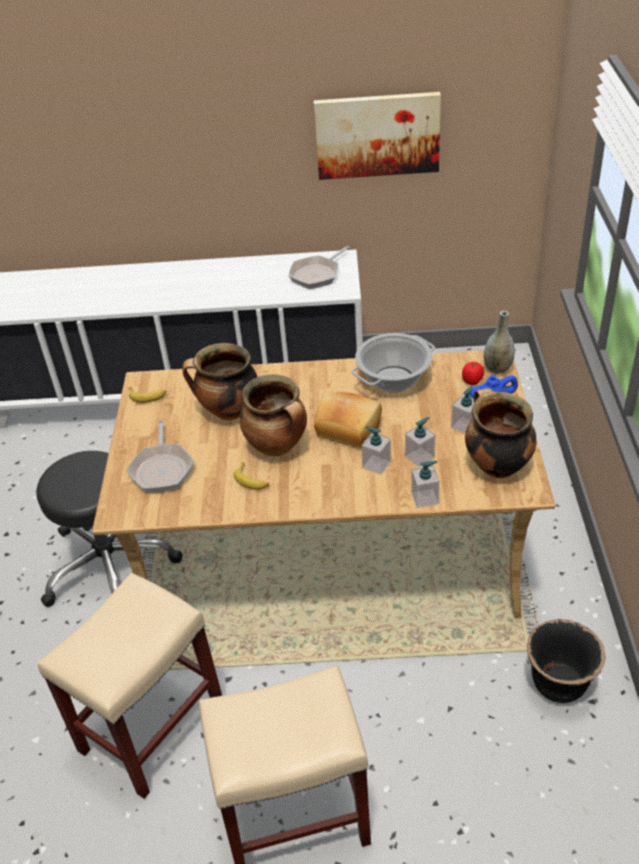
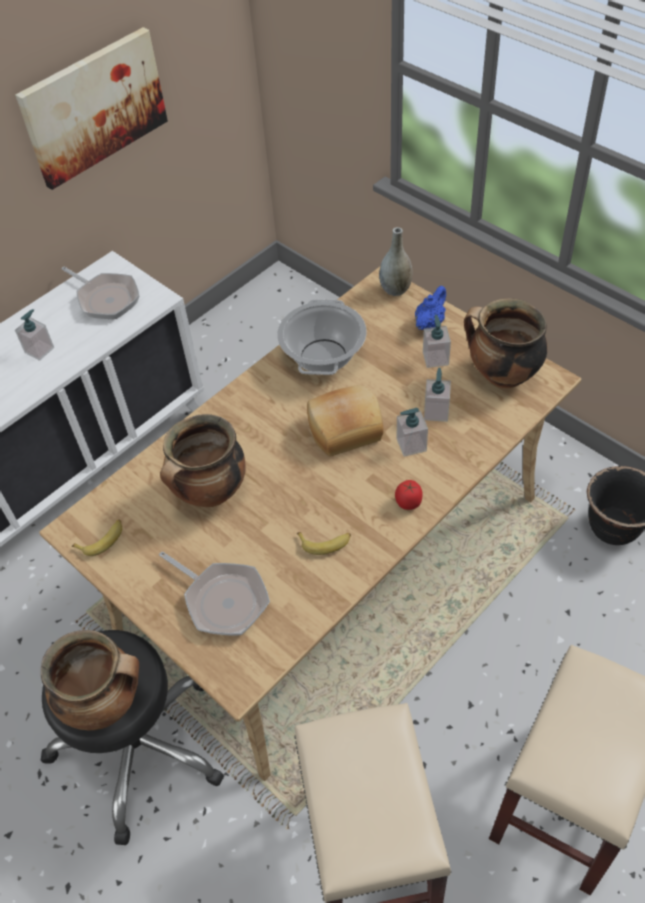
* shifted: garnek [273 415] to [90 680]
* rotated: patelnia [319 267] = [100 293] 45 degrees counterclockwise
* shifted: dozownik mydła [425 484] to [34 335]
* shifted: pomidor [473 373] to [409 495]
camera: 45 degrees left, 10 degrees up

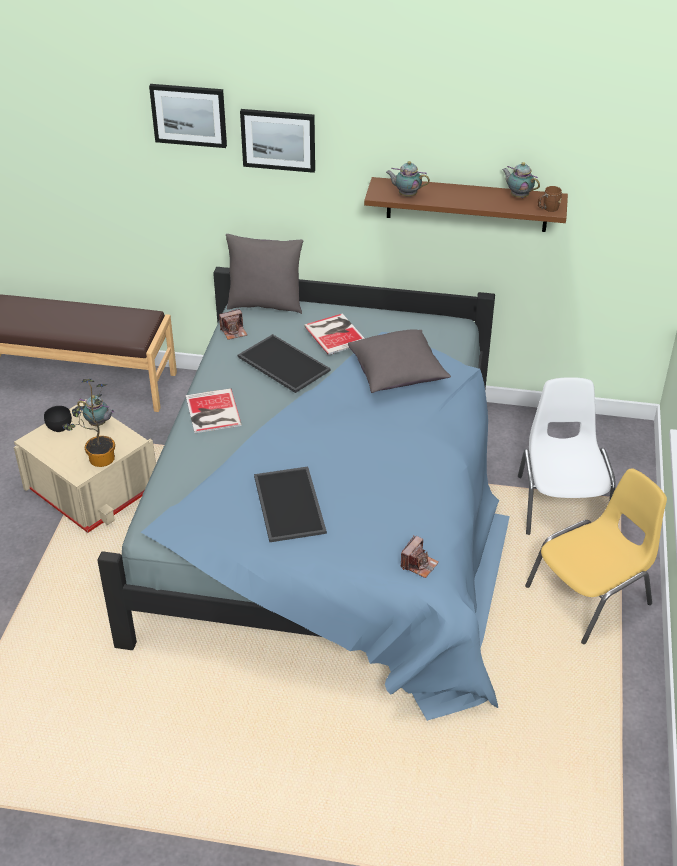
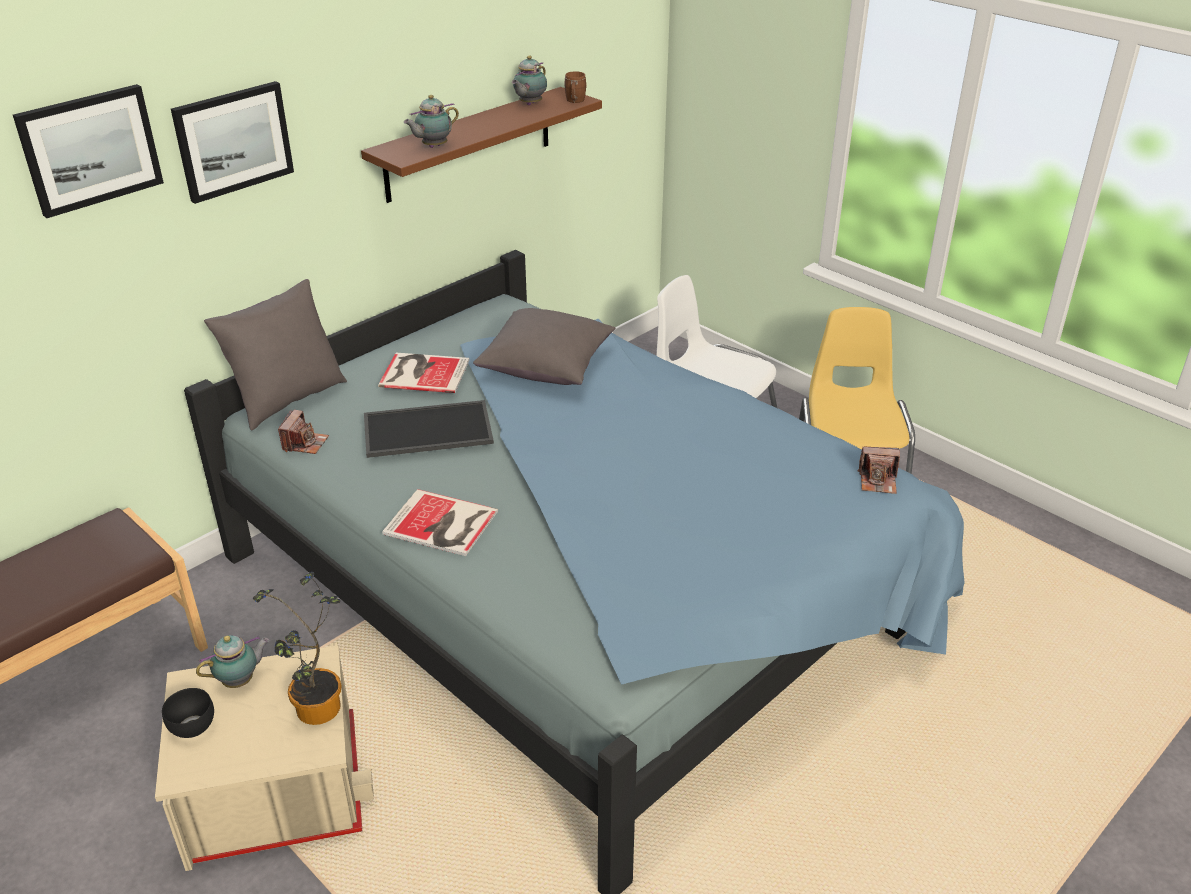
* gone: taca [290 504]
* rotated: aparat fotograficzny [420 557] = [878 470] 120 degrees clockwise
* rotated: imbryk [521 180] = [529 80] 45 degrees counterclockwise
camera: 55 degrees left, 5 degrees down

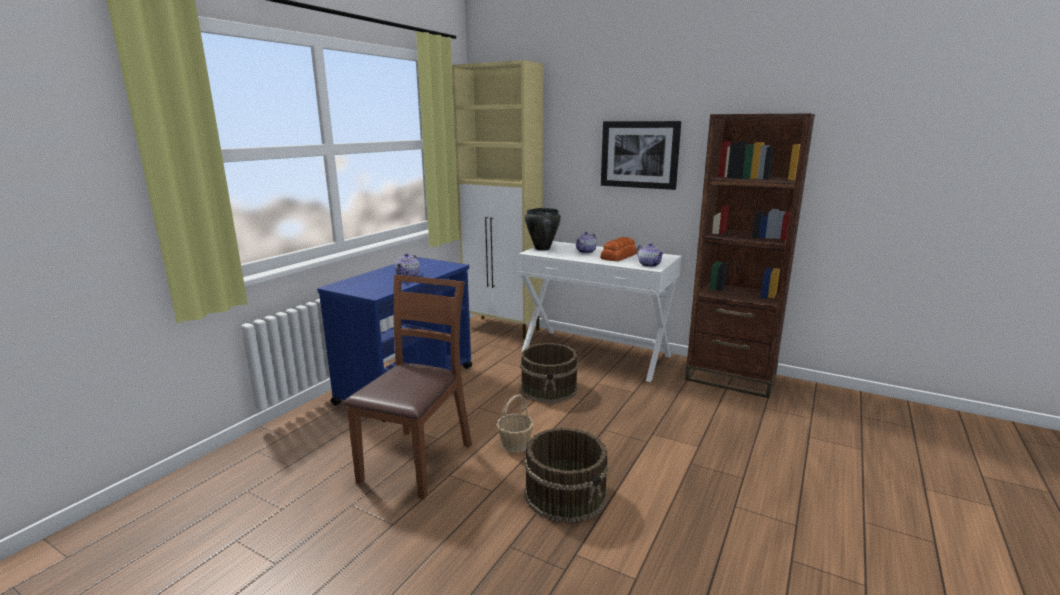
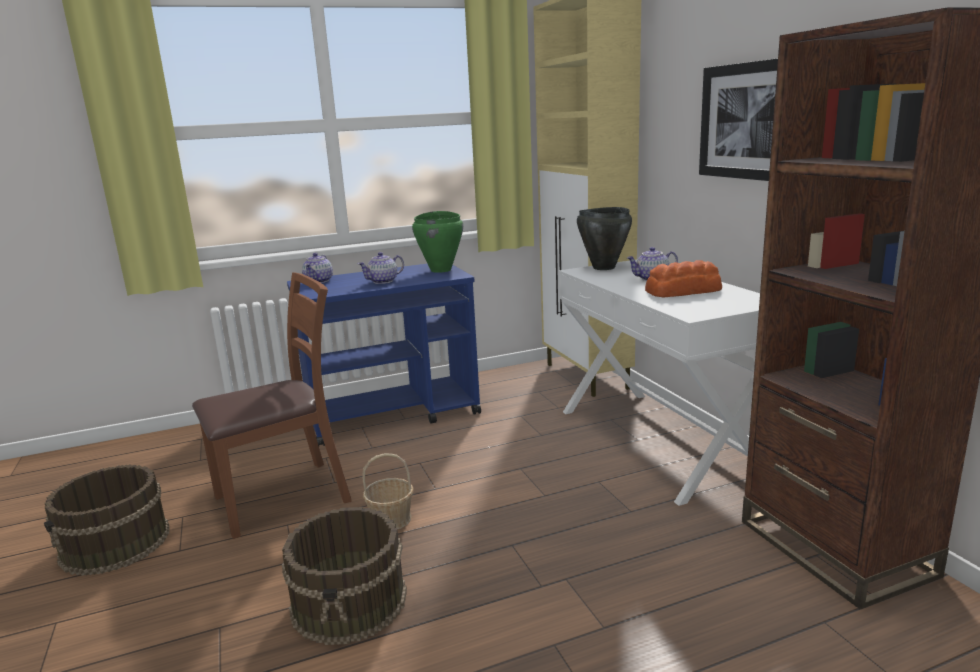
* shifted: wiadro [brązowy] [549 373] to [107 520]
* shifted: imbryk [650 255] to [317 268]
* new: garnek [zielony] [437 242]
camera: 40 degrees right, 0 degrees up

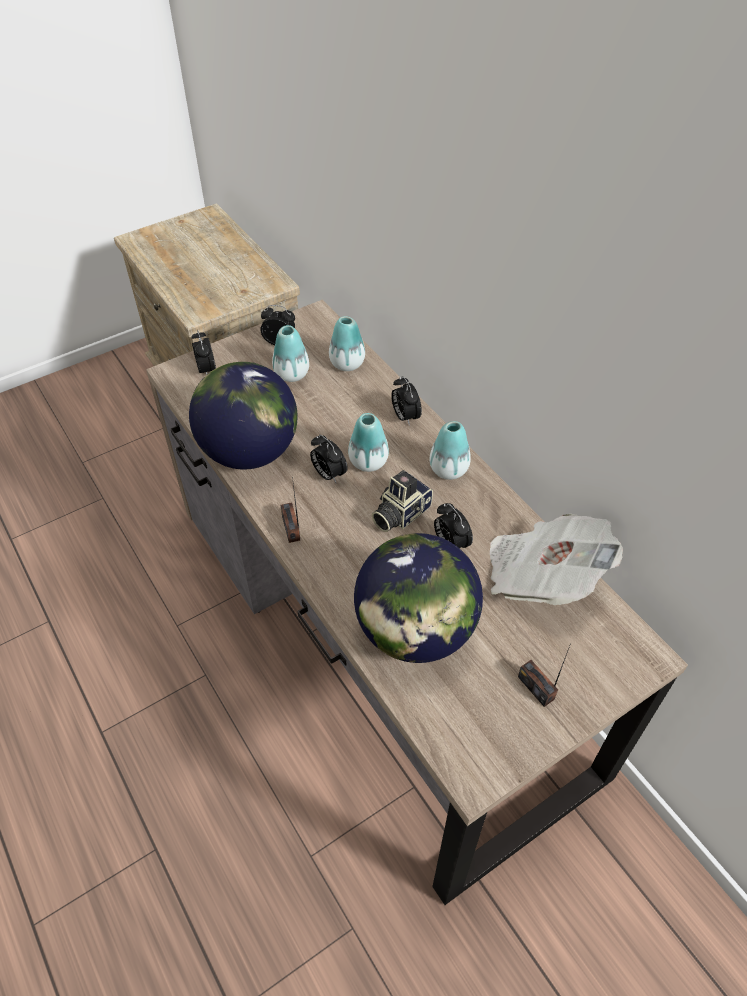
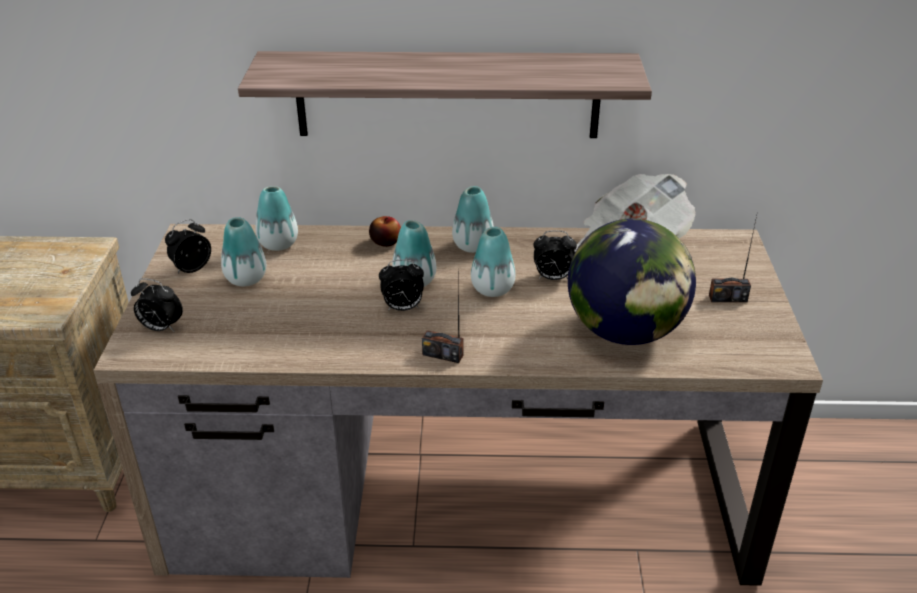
* gone: globus [243 415]
* swapped: aparat fotograficzny [402 501] to wazon [493 262]
* swapped: budzik [406 401] to jabłko [385 231]
* new: półka [445 94]
camera: 55 degrees left, 15 degrees down

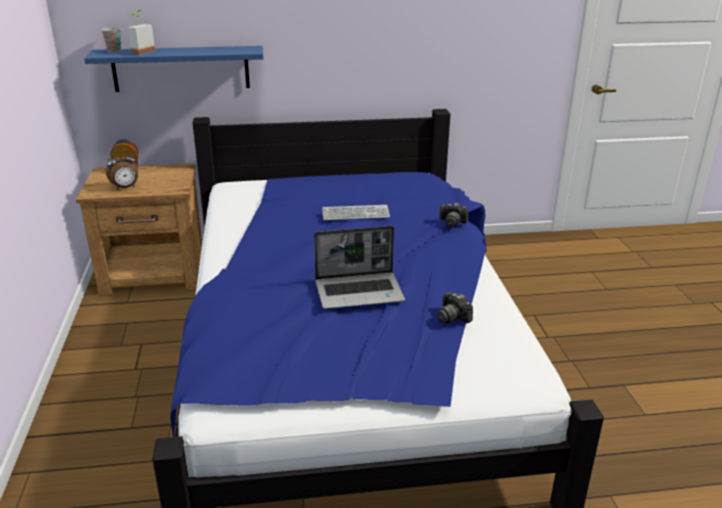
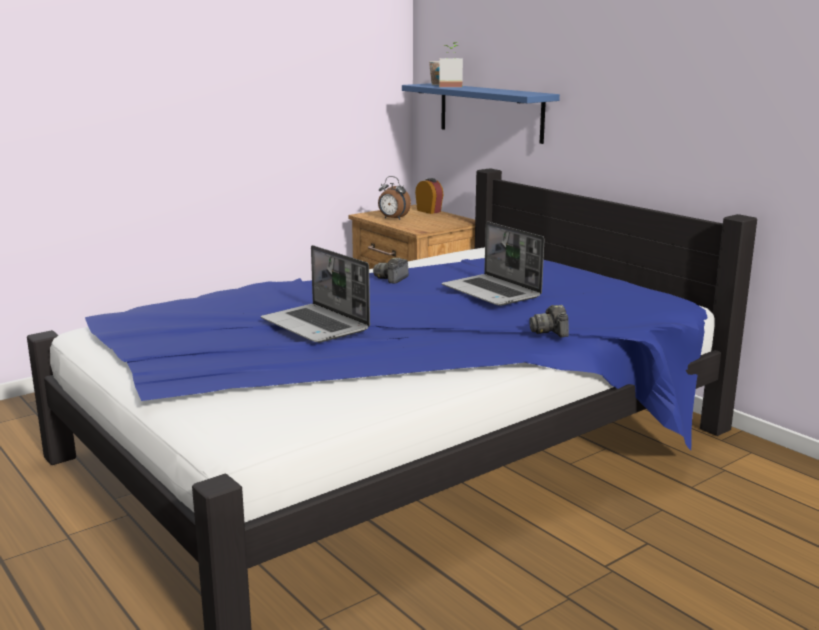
* swapped: klawiatura [356 212] to laptop [493 263]
* shifted: aparat fotograficzny [455 308] to [391 271]
camera: 60 degrees right, 10 degrees down

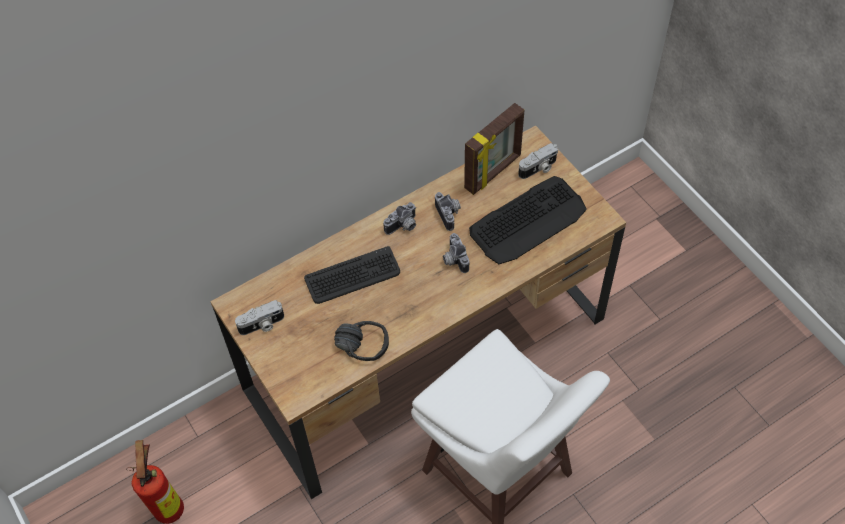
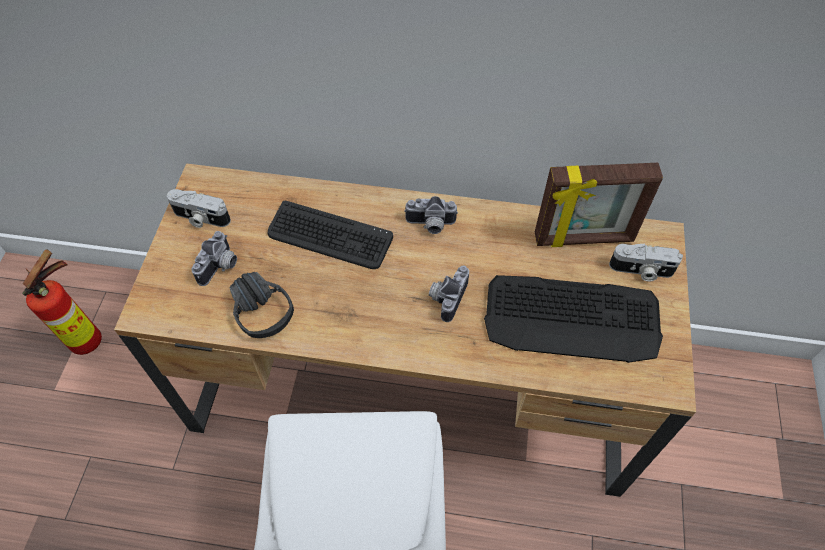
* shifted: aparat fotograficzny [448 211] to [214 258]
camera: 40 degrees right, 0 degrees up

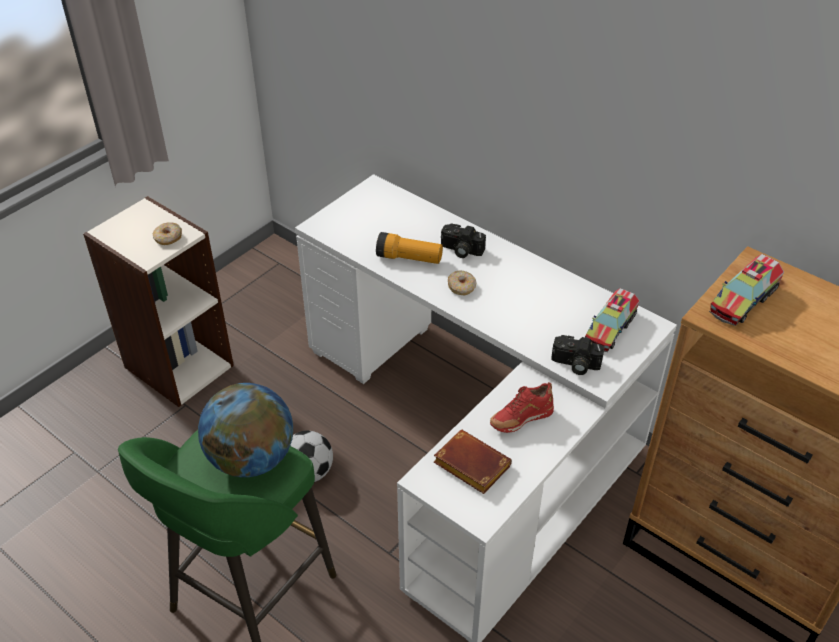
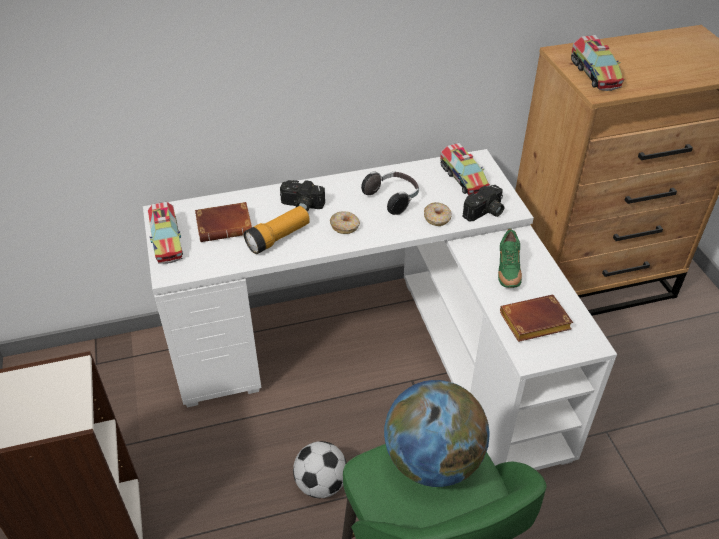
* shifted: donut [167 233] to [438 214]
* rotated: aparat fotograficzny [463 240] = [302 196] 45 degrees clockwise
* repainted: but [czerwony] [522 407] to but [zielony] [510 258]
* new: ciężarówka zabawkowa [165 233]
* new: książka [brązowy] [223 222]
* new: słuchawki [390 193]
camera: 55 degrees left, 0 degrees up

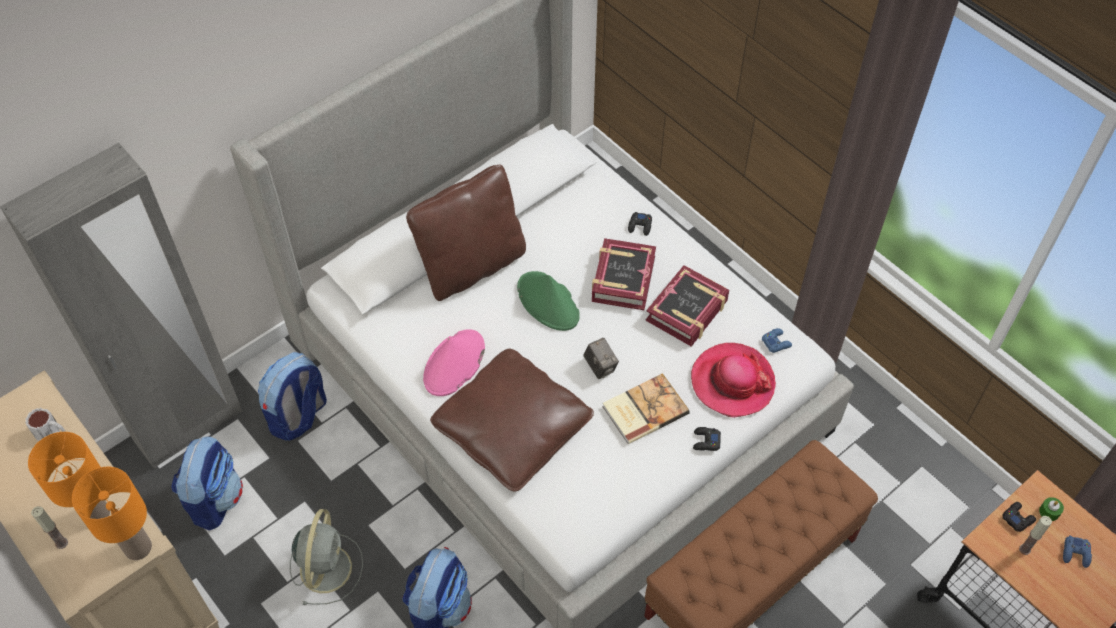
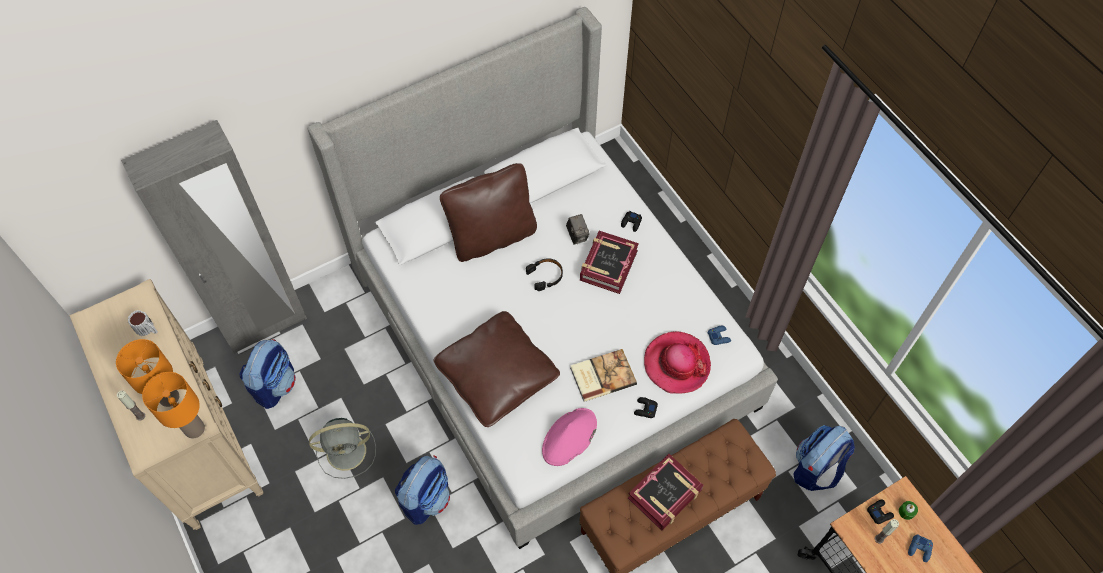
* shifted: plecak [292 396] to [824 458]
* rotated: wentylator [szary] [326 557] = [342 448] 60 degrees clockwise
* shifted: kapelusz [różowy] [454 362] to [569 437]
* swapped: kapelusz [zielony] [548 301] to słuchawki [czarny] [544 274]
* shifted: aparat fotograficzny [601 358] to [578 229]
* shifted: książka [687 306] to [665 492]
camera: 10 degrees right, 5 degrees up

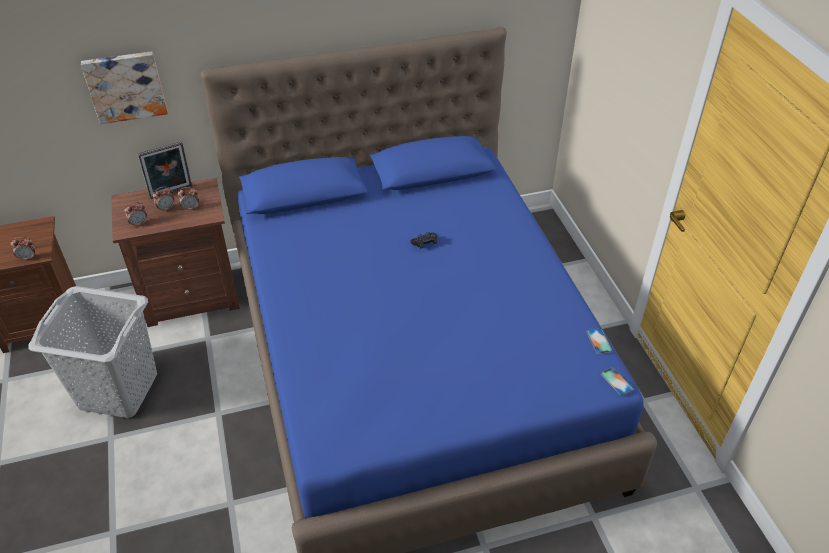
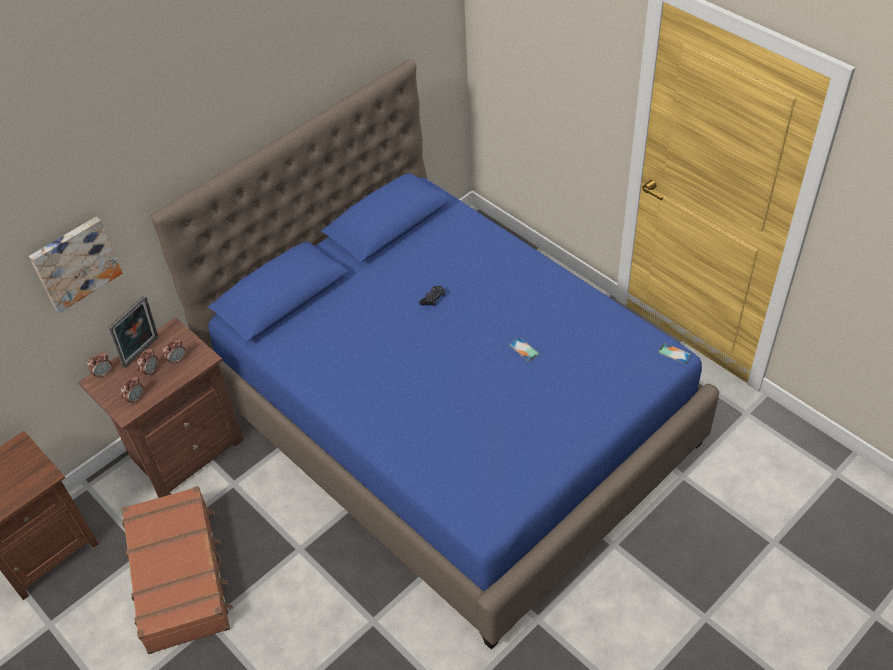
* shifted: budzik [23 249] to [99 365]
* swapped: kosz na pranie [szary] [92 352] to walizka [brązowy] [177 570]
* shifted: telefon [599 341] to [524 349]
camera: 25 degrees left, 5 degrees up

